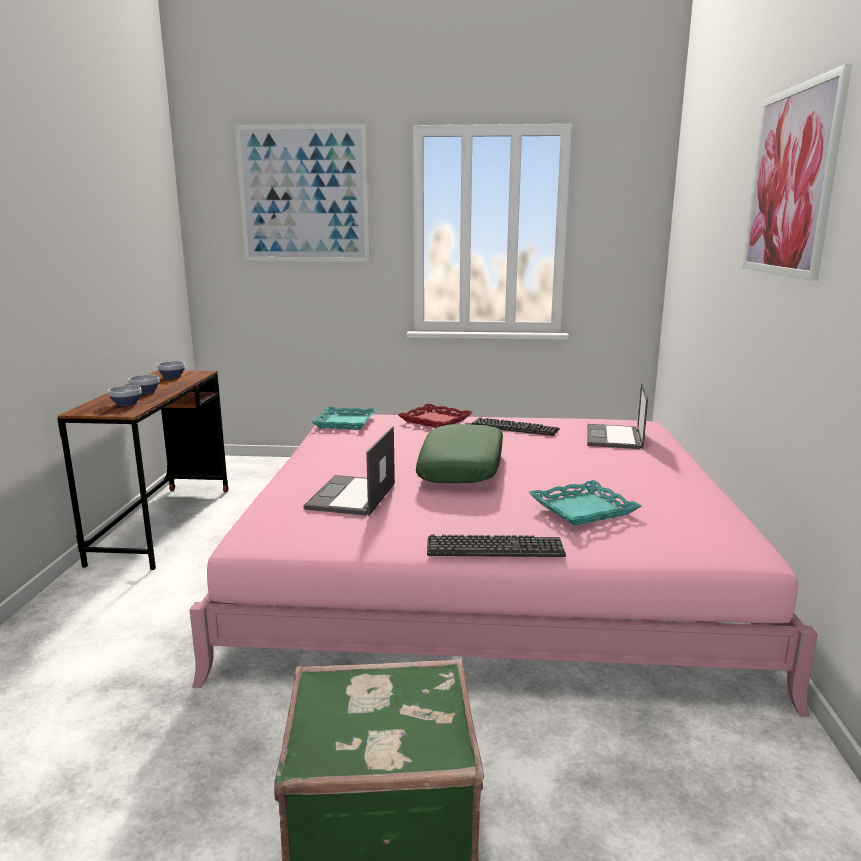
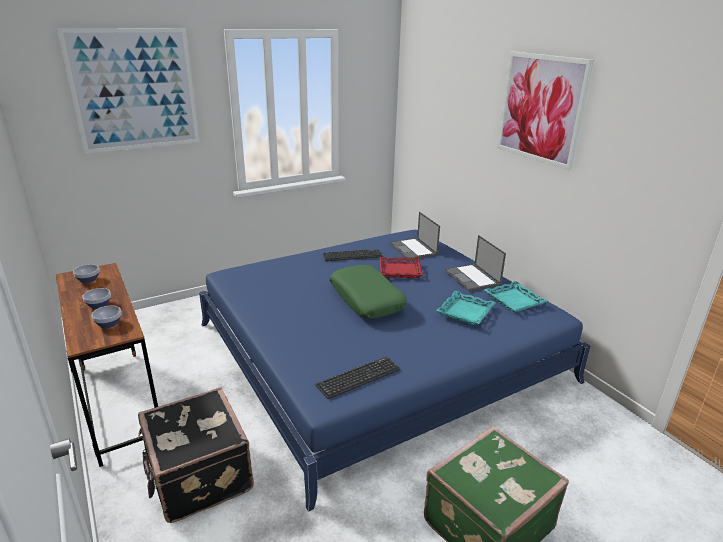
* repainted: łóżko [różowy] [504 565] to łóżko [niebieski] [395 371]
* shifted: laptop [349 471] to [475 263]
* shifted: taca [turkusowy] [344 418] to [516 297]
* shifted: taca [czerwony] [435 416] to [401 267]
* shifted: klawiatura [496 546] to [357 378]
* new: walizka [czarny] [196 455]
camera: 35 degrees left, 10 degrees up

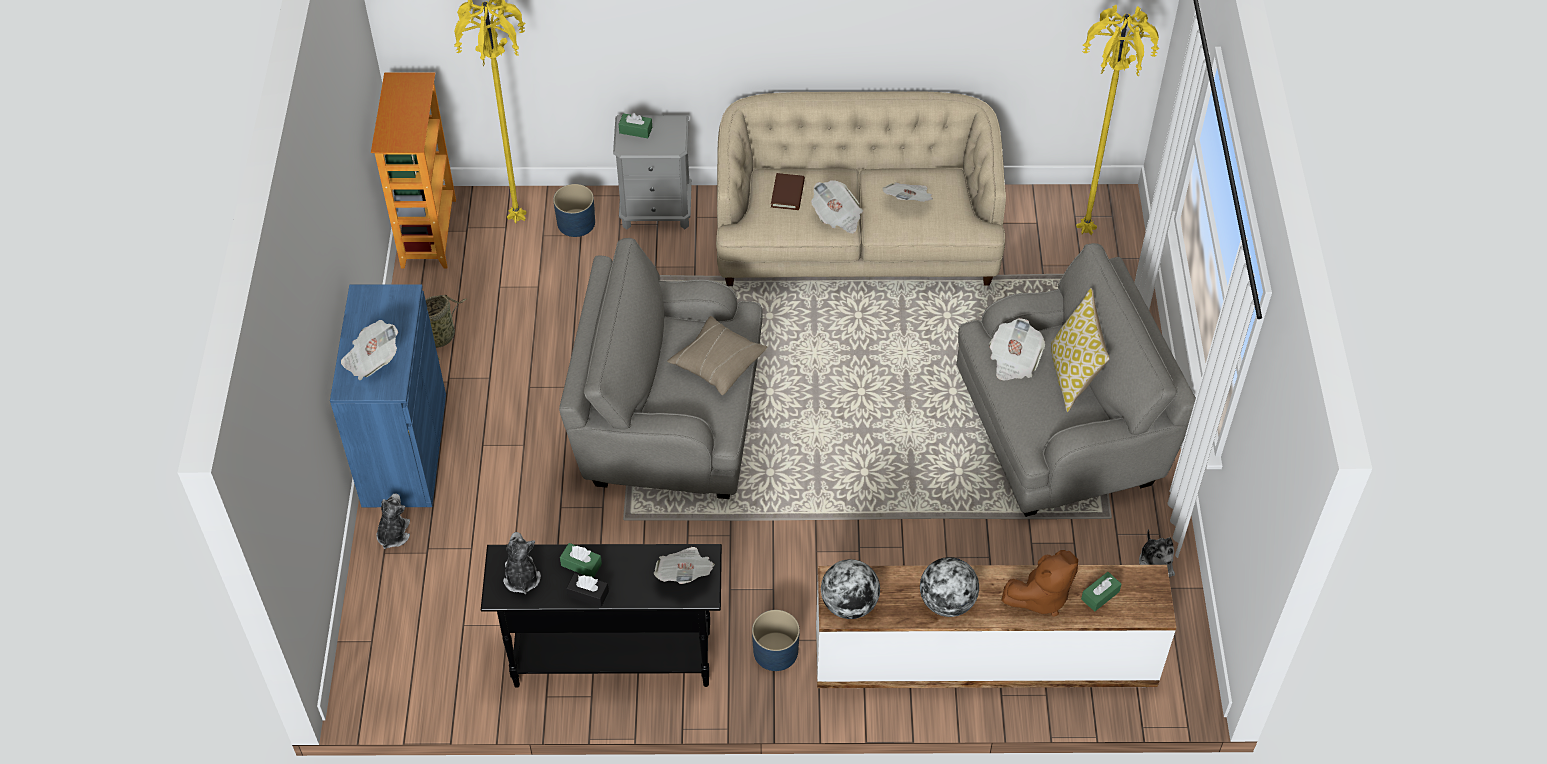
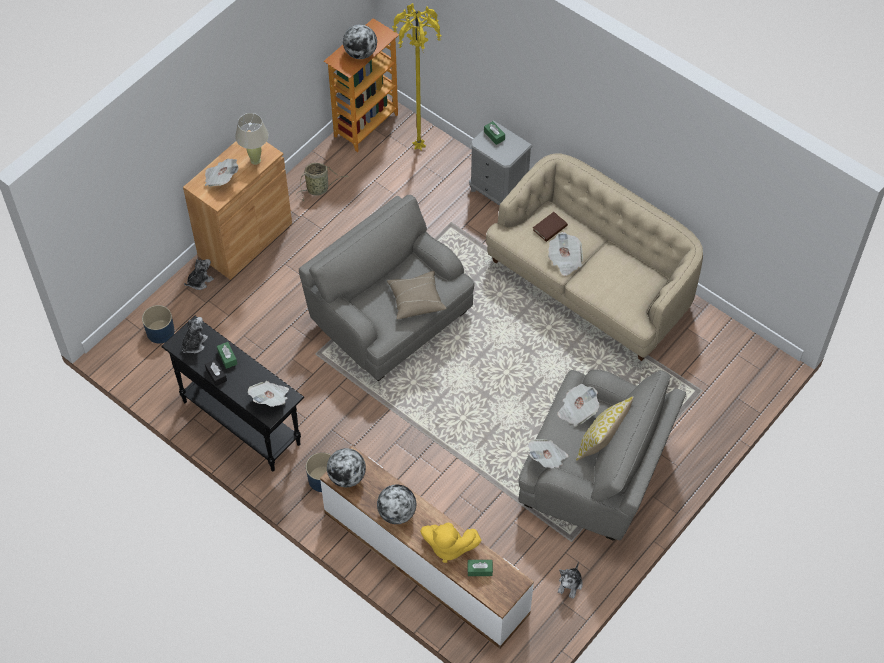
* repainted: szafka [niebieski] [388 395] to szafka [brązowy] [237 205]
* shifted: donica [niebieski] [574 210] to [158 324]
* shifted: gazeta [907 192] to [548 453]
* repainted: pluszak [brązowy] [1039 583] to pluszak [żółty] [450 542]
* gone: lampa stojąca [żółty] [1118 120]
* new: lampa stołowa [beżowy] [252 139]
* new: globus [360 41]
camera: 40 degrees right, 5 degrees up

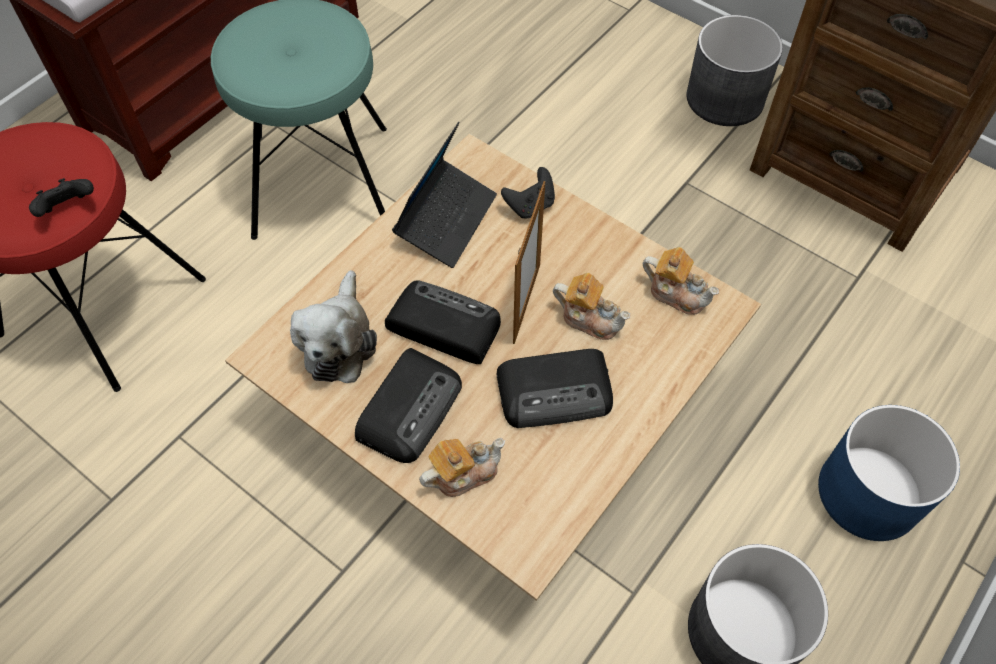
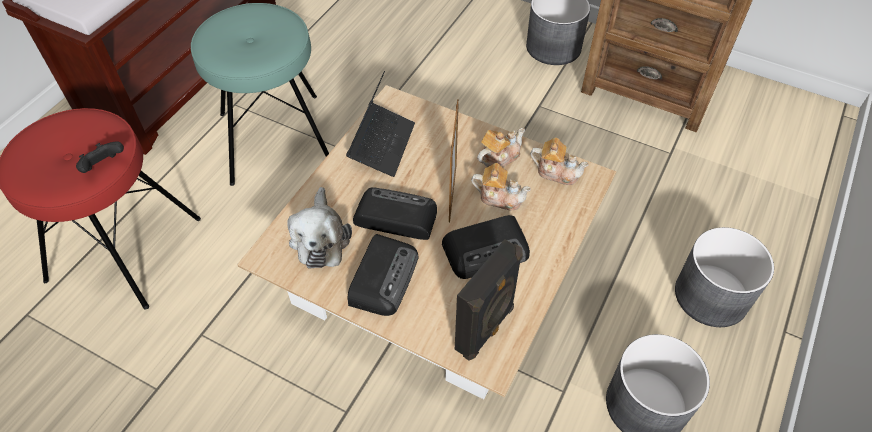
* shifted: imbryk [462 467] to [501 147]
* gone: pad do gier [czarny] [528 192]
* repainted: donica [niebieski] [889 473] to donica [szary] [724 277]
* new: głośnik [czarny] [489 299]
camera: 10 degrees left, 5 degrees down

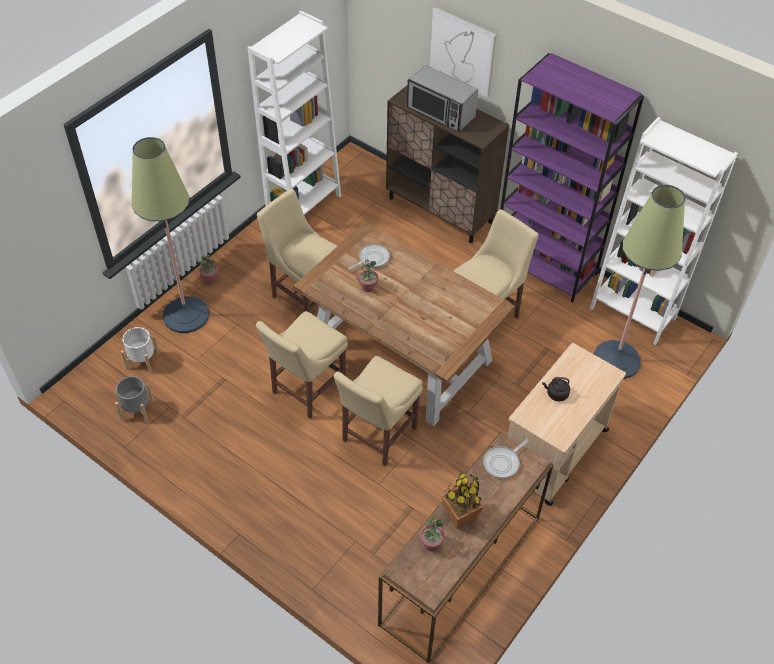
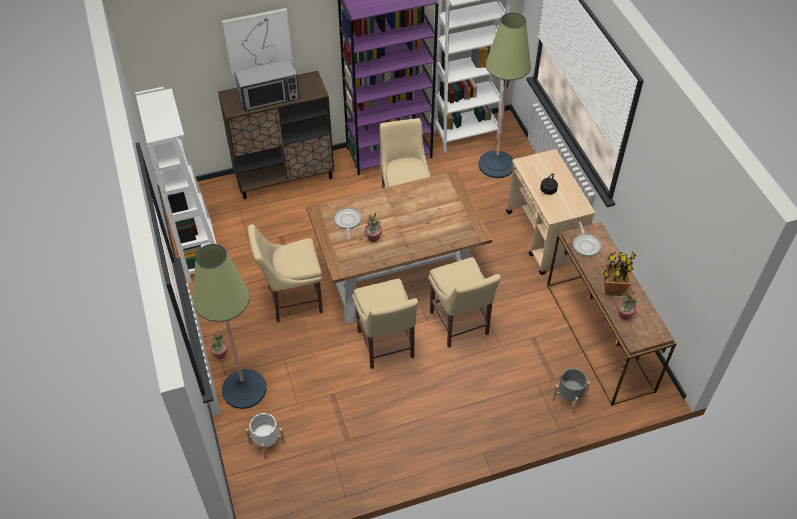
* shifted: donica [szary] [134 399] to [571 390]
camera: 55 degrees left, 0 degrees up

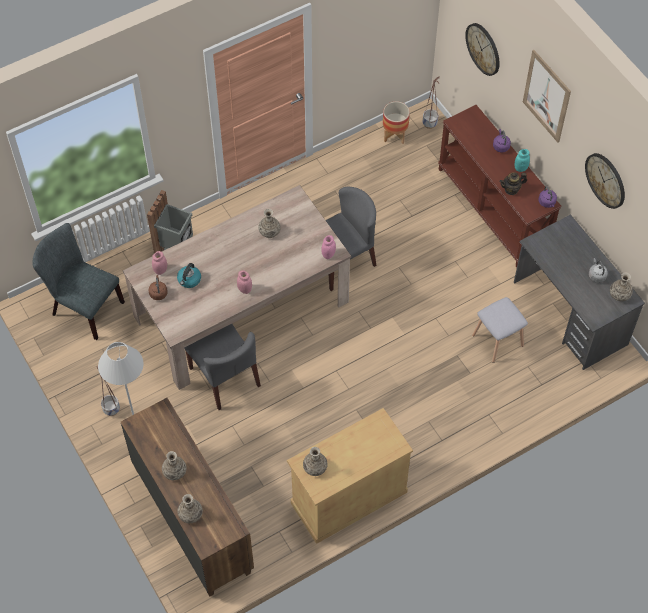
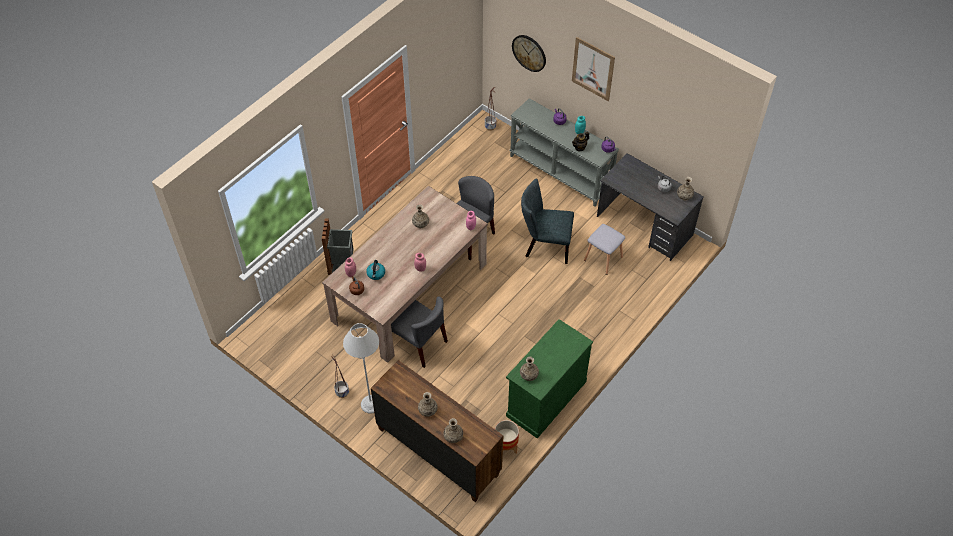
* shifted: krzesło [szary] [78 281] to [547 221]
* repainted: szafka [beżowy] [350 476] to szafka [zielony] [549 378]
* shifted: donica [396 122] to [507 436]
* repainted: stolik konsolowy [brązowy] [499 186] to stolik konsolowy [szary] [564 152]
* gone: zegar ścienny [605 181]
camera: 20 degrees left, 5 degrees down

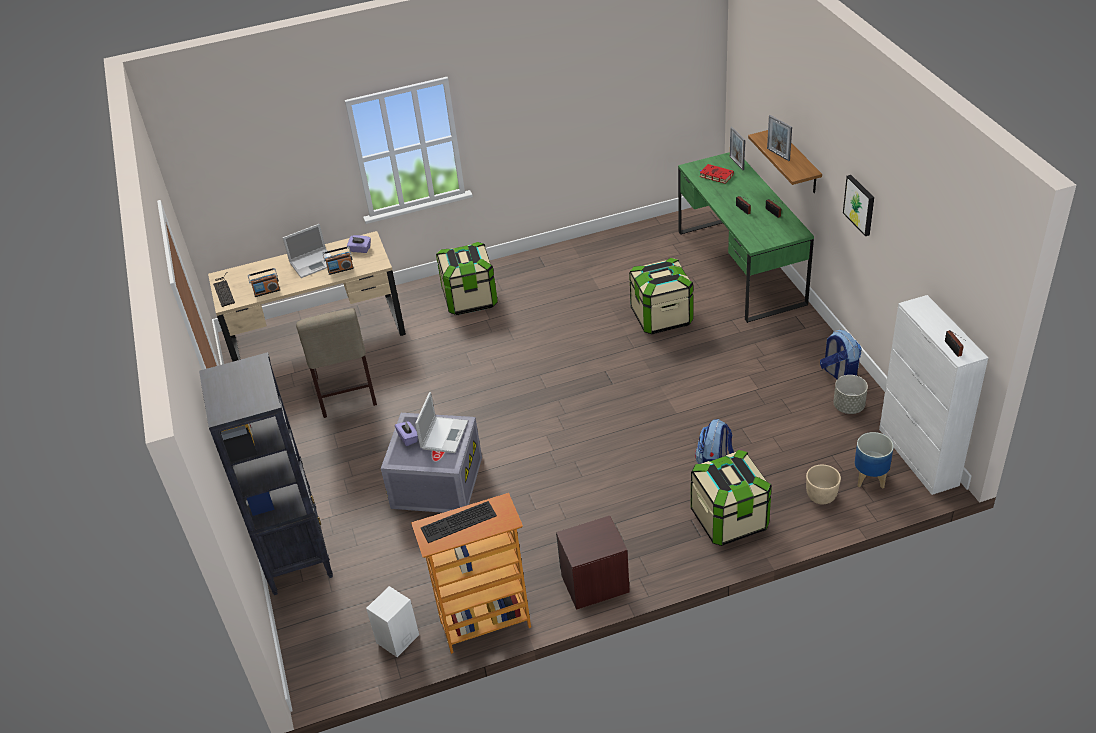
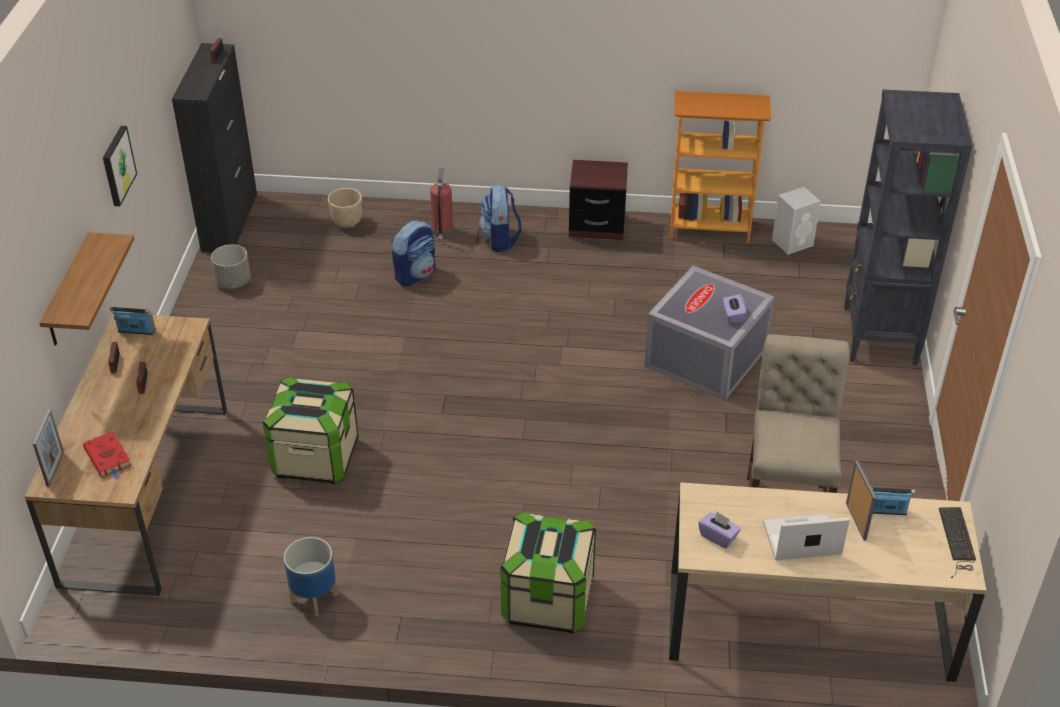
* shifted: radio [338 260] to [133 321]
* gone: laptop [441 422]
* gone: klawiatura [459 522]
* repainted: biurko [zielony] [746 237] to biurko [brązowy] [125 455]
* swapped: pojemnik do przechowywania [731 498] to gaśnica [442 205]
* shifted: ramka na zdjęcie [779 138] to [861 501]
* shifted: plecak [841 354] to [500 218]
* shifted: donica [874 460] to [311 576]
* repainted: szafka [biały] [933 395] to szafka [czarny] [214 147]
camera: 160 degrees left, 0 degrees up

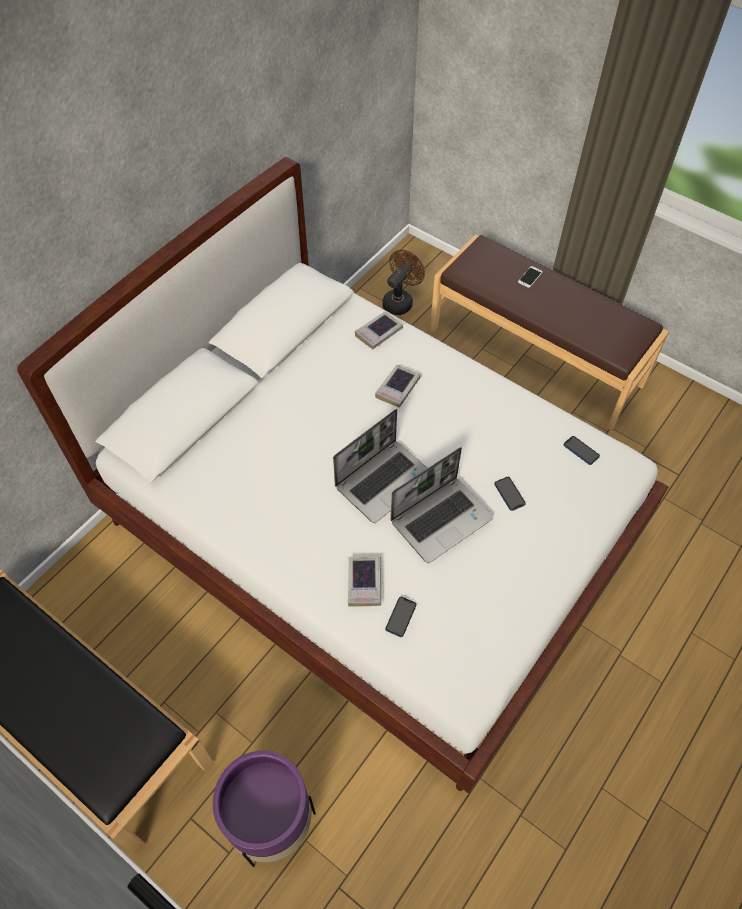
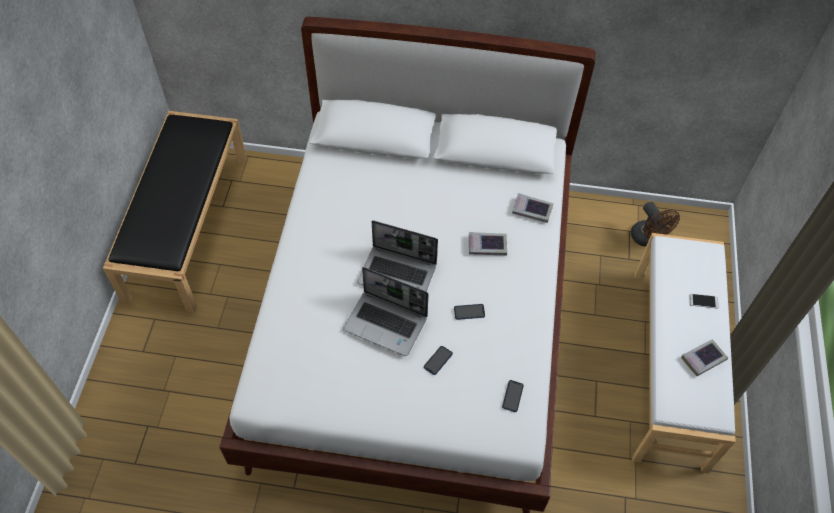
* gone: donica [fioletowy] [264 809]
* shifted: książka [364 582] to [704 357]
* rotated: wentylator [brązowy] [403 282] = [655 224] 60 degrees clockwise
* shifted: telefon [401 617] to [469 312]
* repainted: ławka [brązowy] [549 333] to ławka [biały] [684 353]
camera: 60 degrees right, 0 degrees up

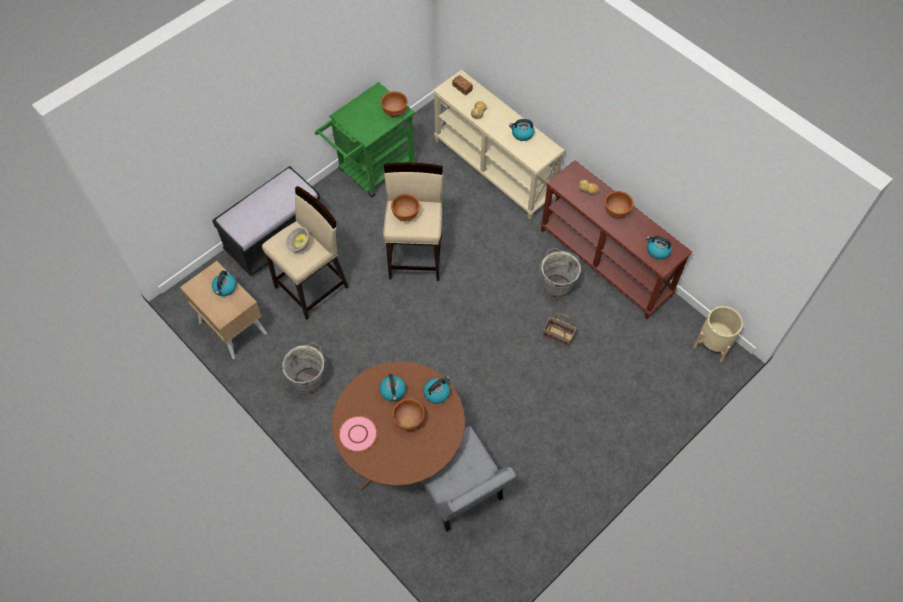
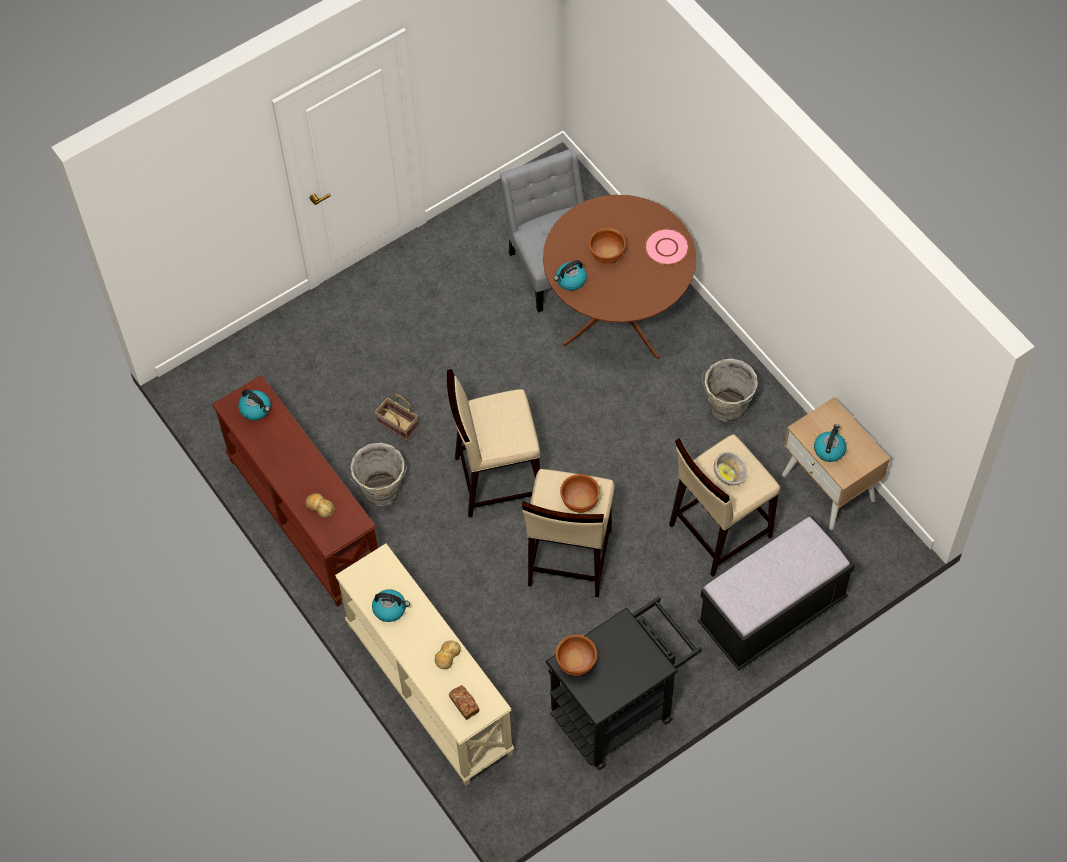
* repainted: wózek [zielony] [365 139] to wózek [czarny] [623 683]
* gone: czajnik [393 387]
* gone: miska [brązowy] [619 204]
* gone: donica [beżowy] [718 334]
* new: stołek [beżowy] [493 443]
camera: 170 degrees left, 0 degrees up

